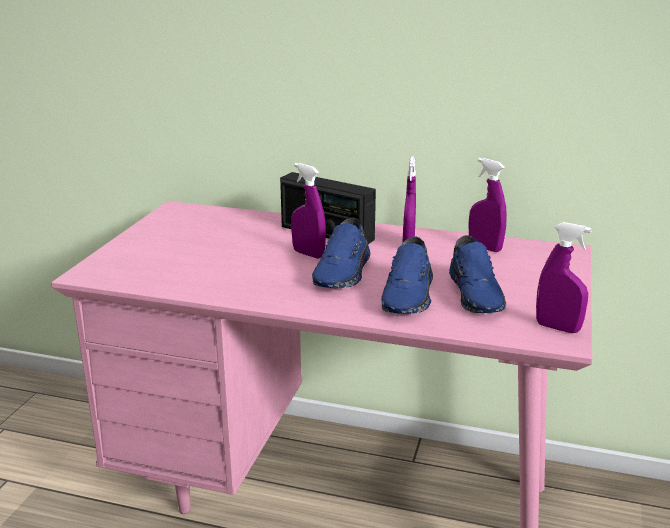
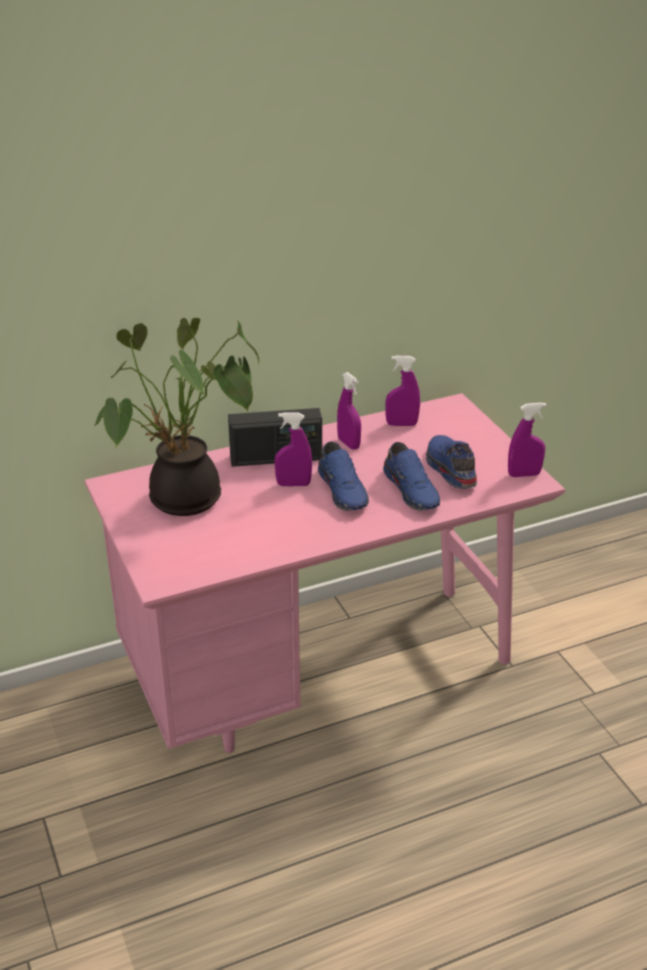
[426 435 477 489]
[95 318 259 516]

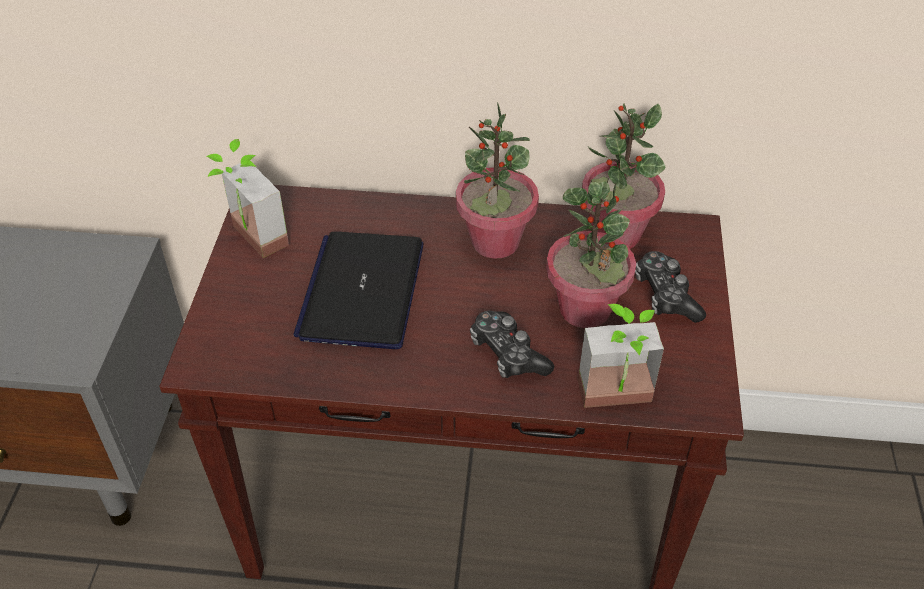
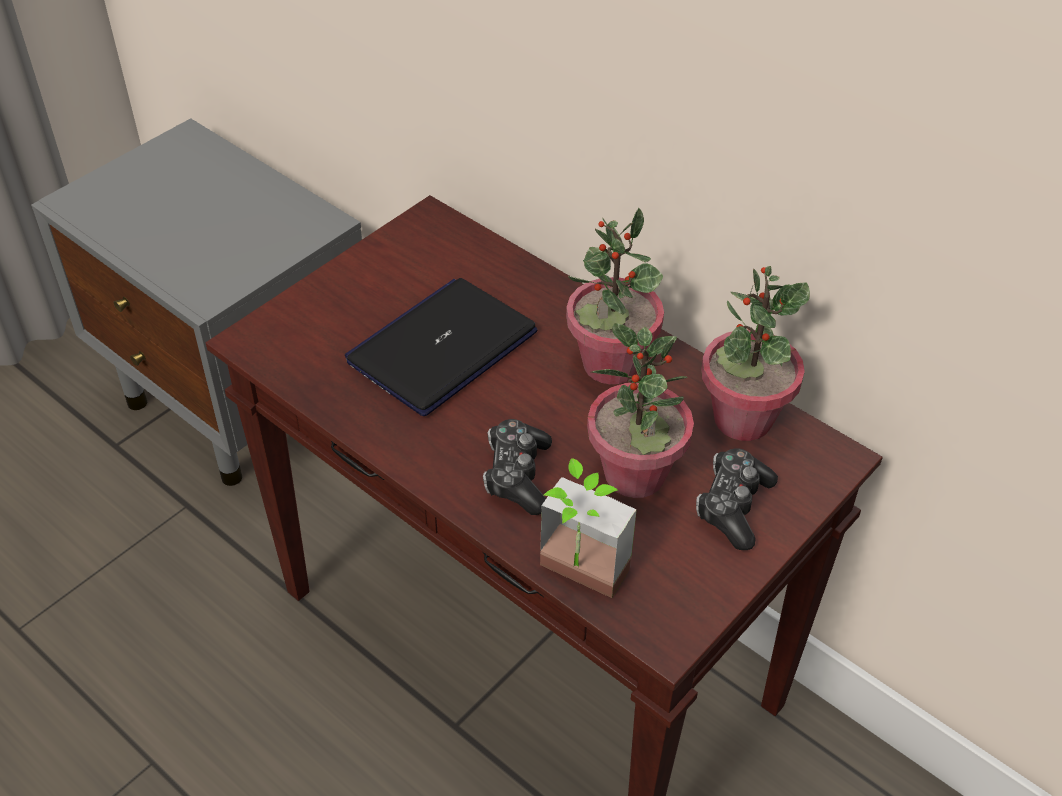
[206 139 289 258] (first image)

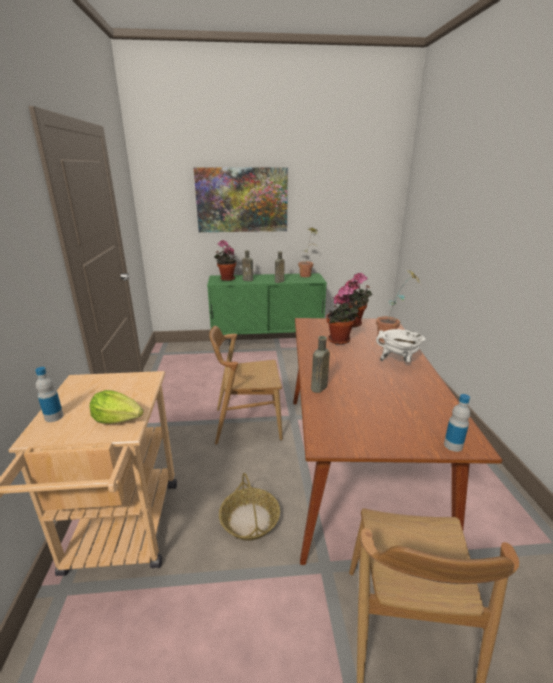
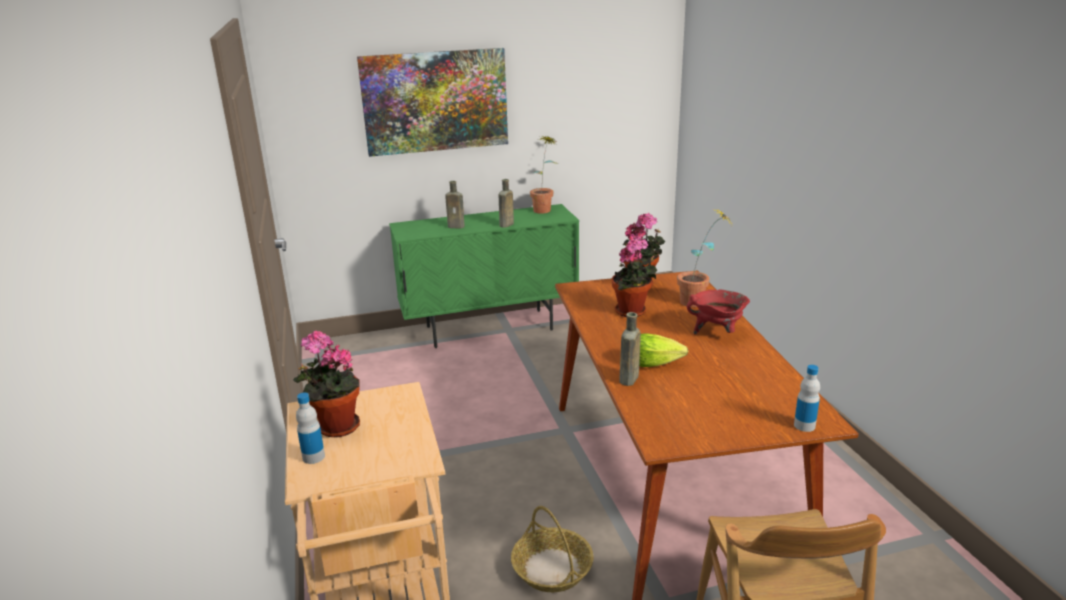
[639 333 688 367]
[209 326 283 444] (first image)
[293 331 360 438]
[687 290 750 334]

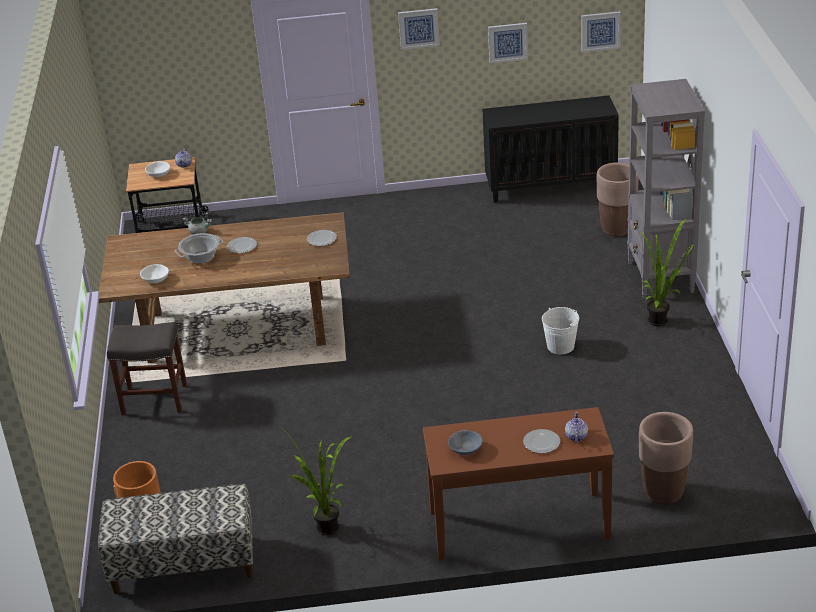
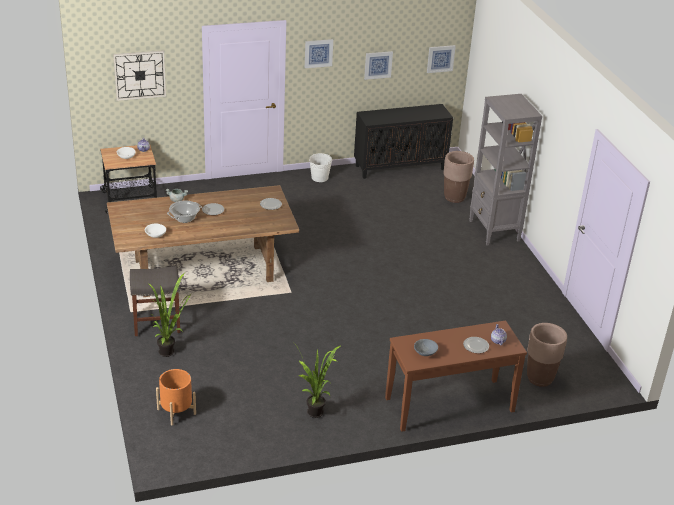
[98 484 253 594] (first image)
[309 153 332 182]
[149 273 192 357]
[113 50 166 101]

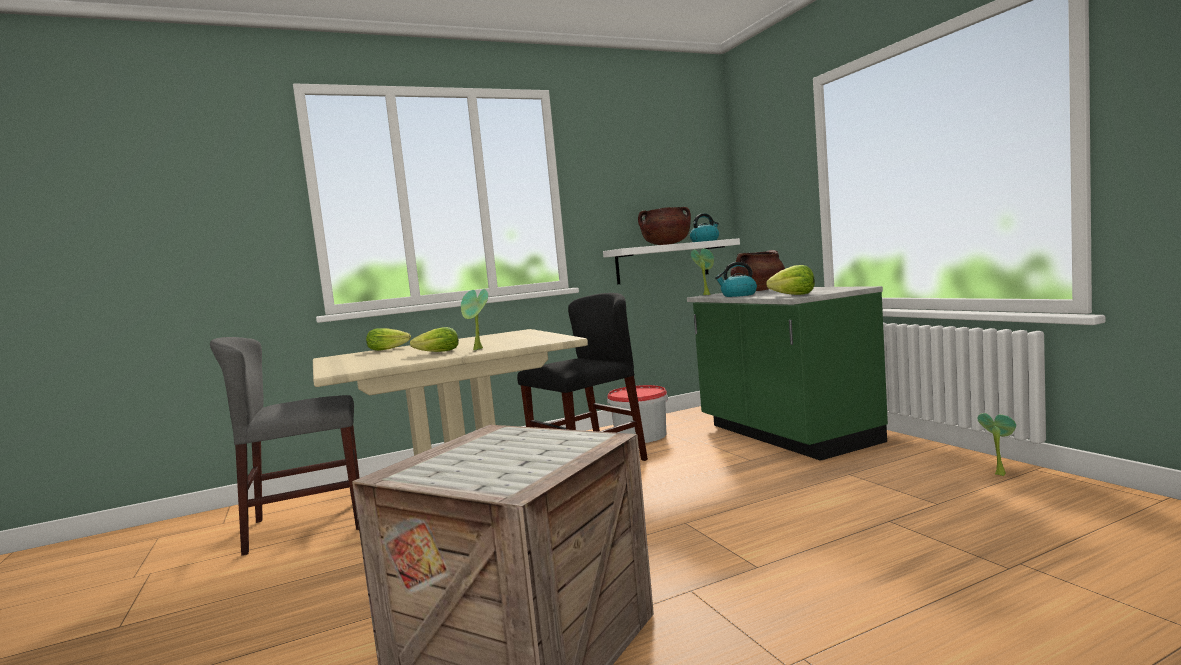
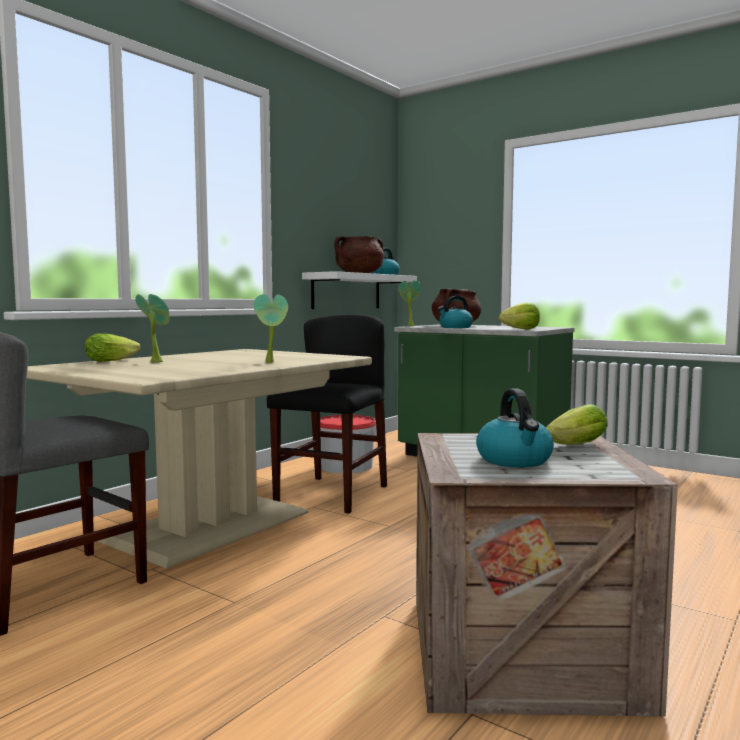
[546 404 608 445]
[135 294 170 363]
[476 389 554 467]

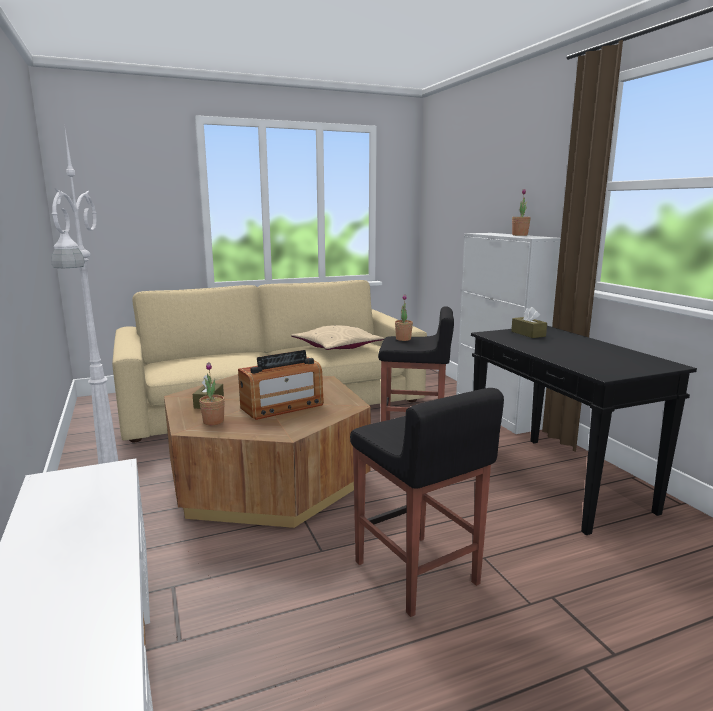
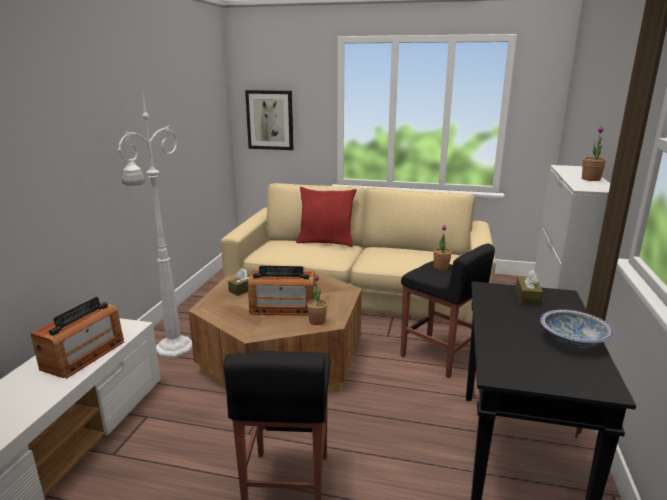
[307 275 327 325]
[291 325 385 350] (first image)
[31 297 124 378]
[245 90 294 150]
[296 187 357 247]
[540 310 614 348]

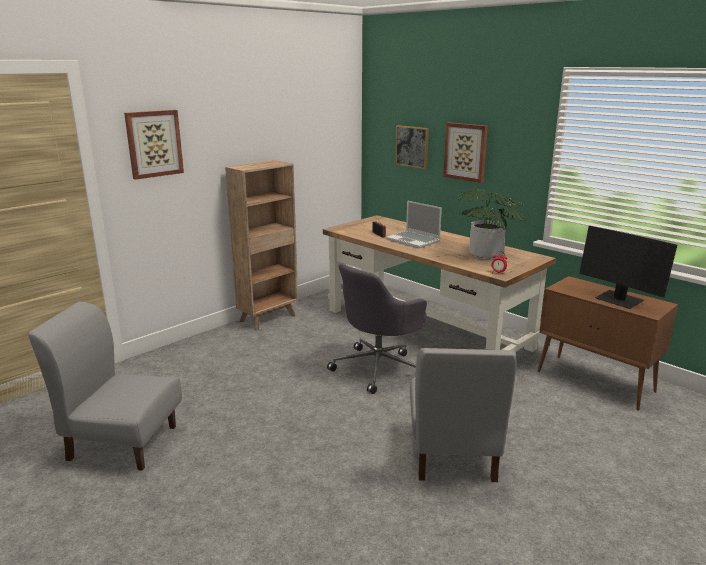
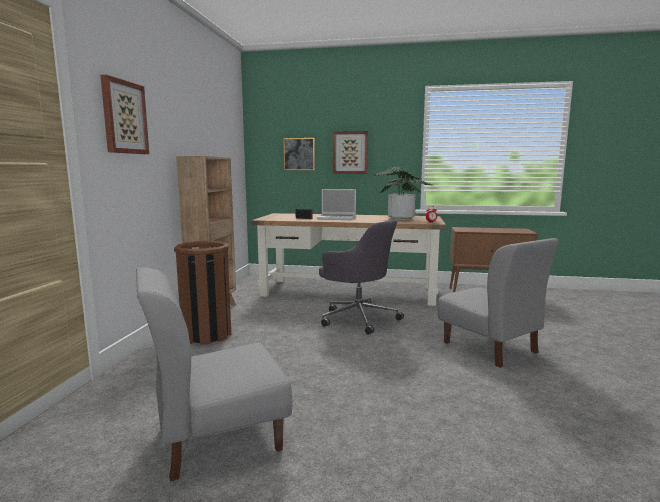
[319 220 404 335]
[579 226 677 309] (first image)
[174 241 231 345]

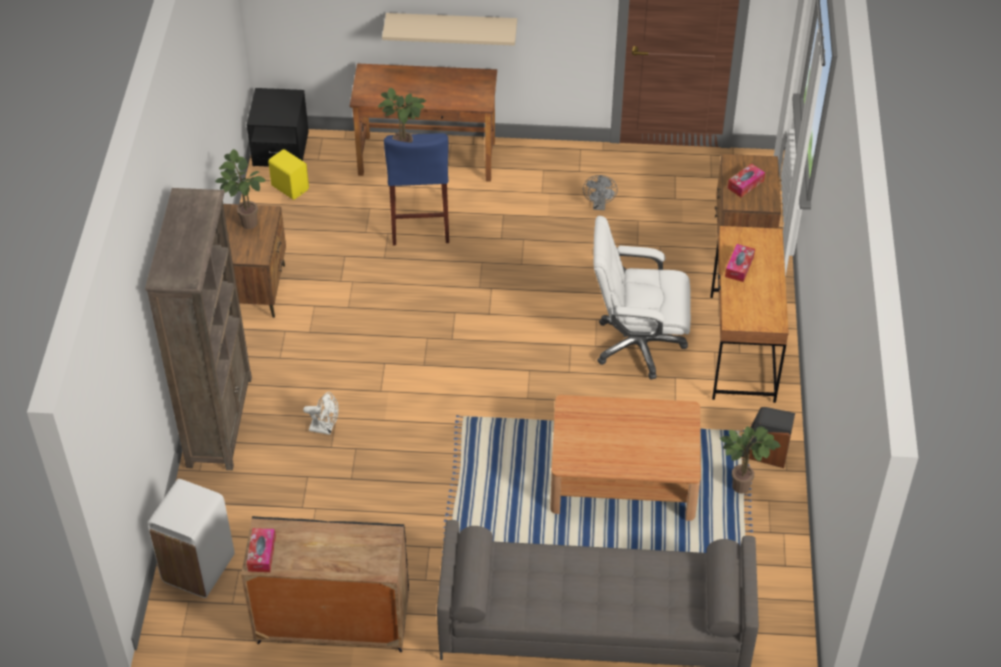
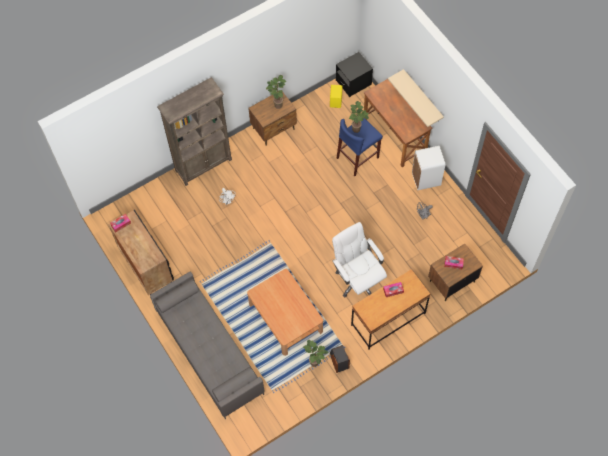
[412 146 445 190]

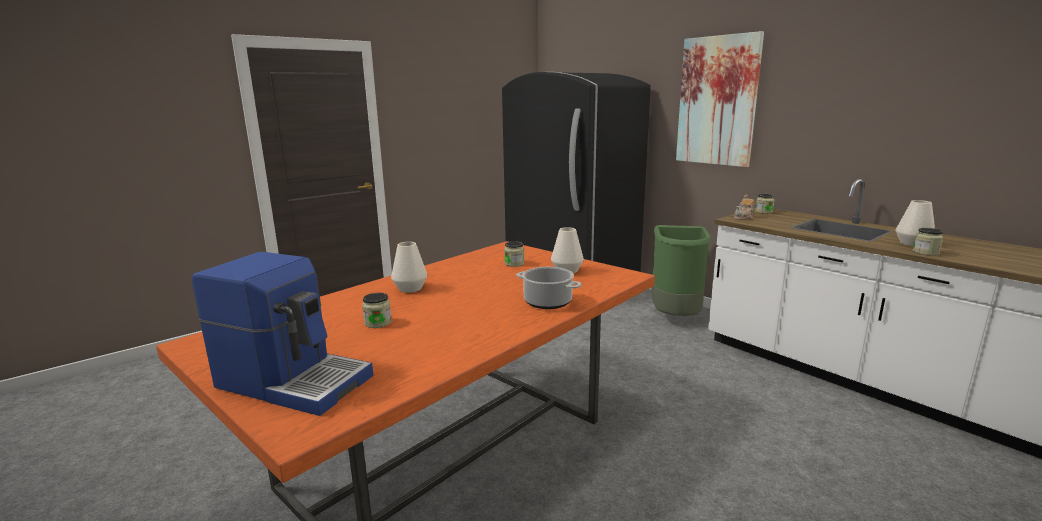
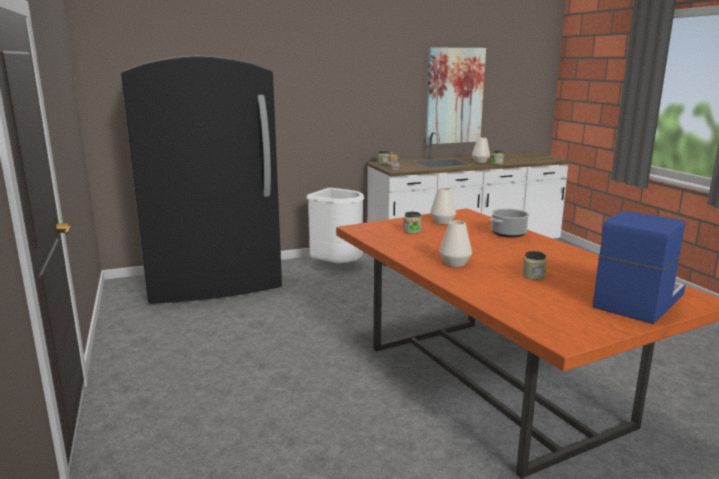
[306 188 364 263]
[426 47 486 144]

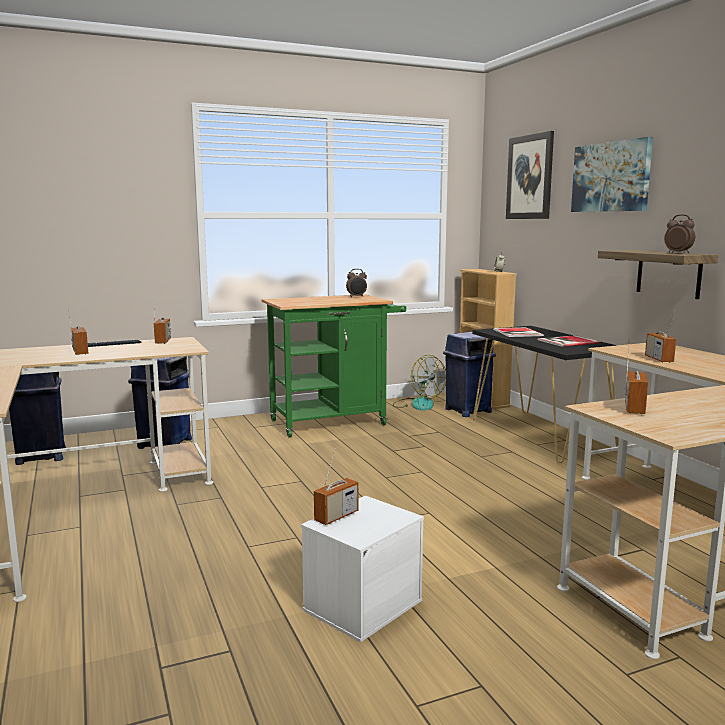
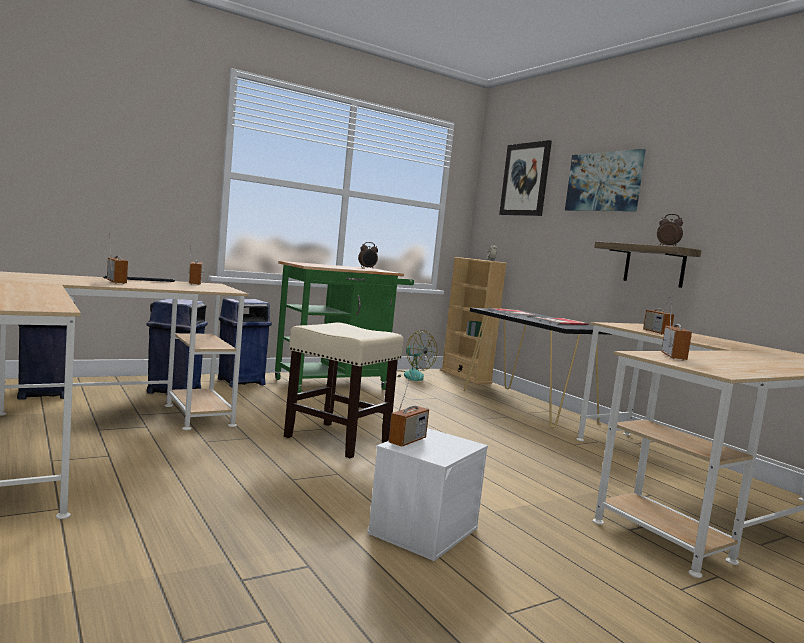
[218 298 272 387]
[284 322 404 458]

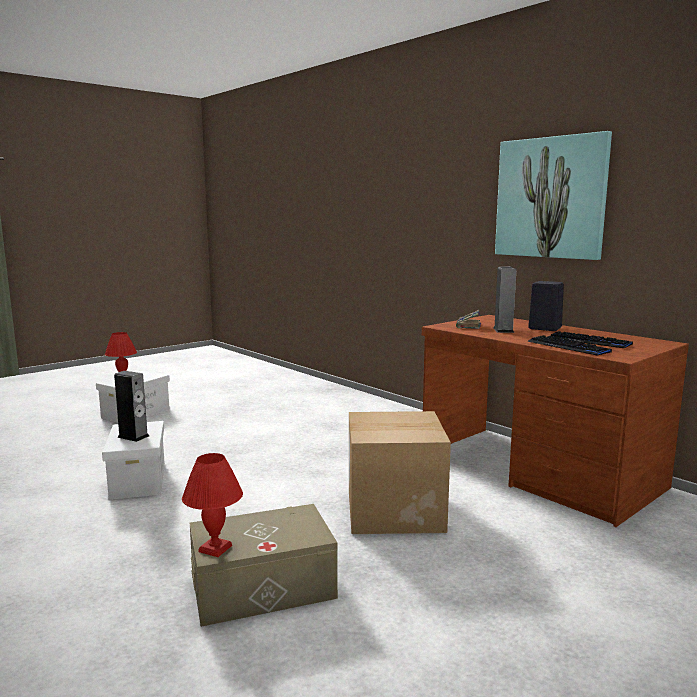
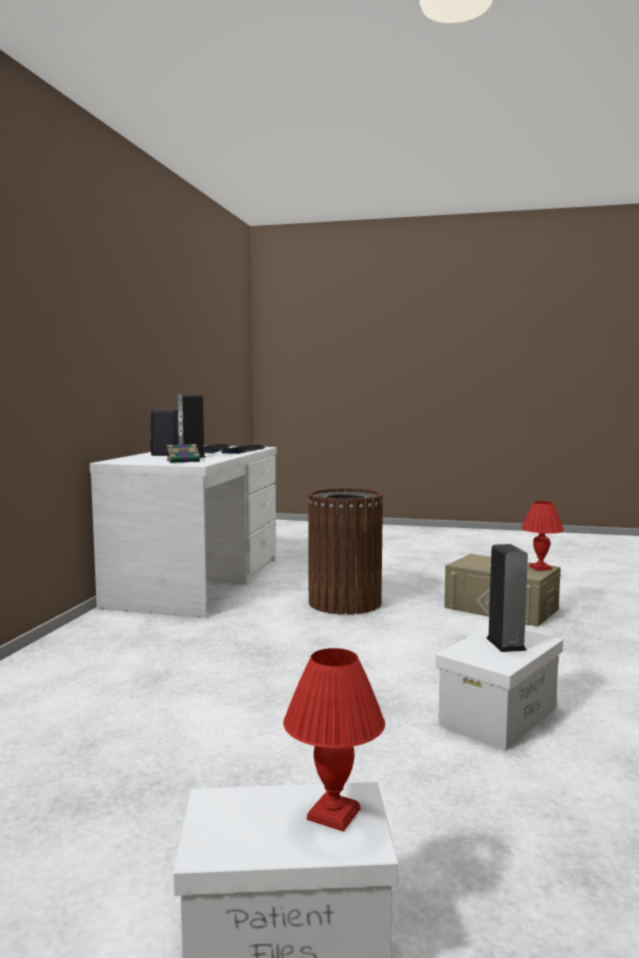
[308 488 383 615]
[90 446 277 617]
[495 131 612 260] (first image)

